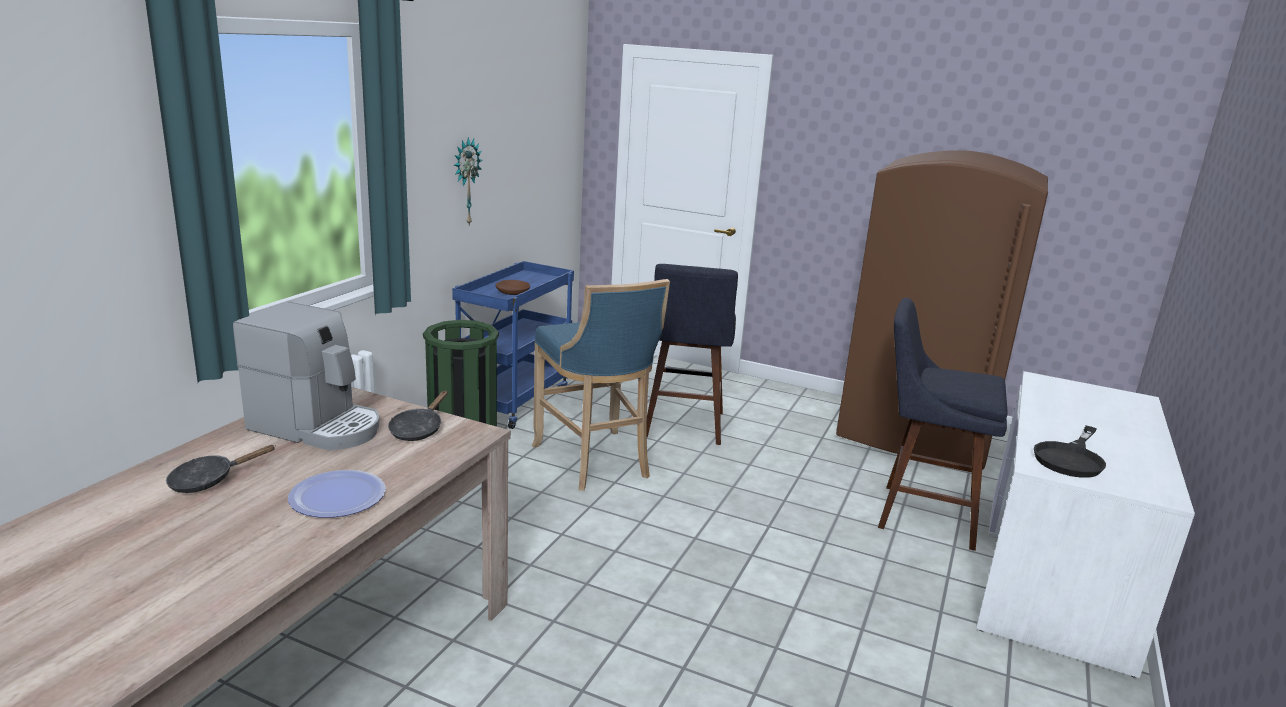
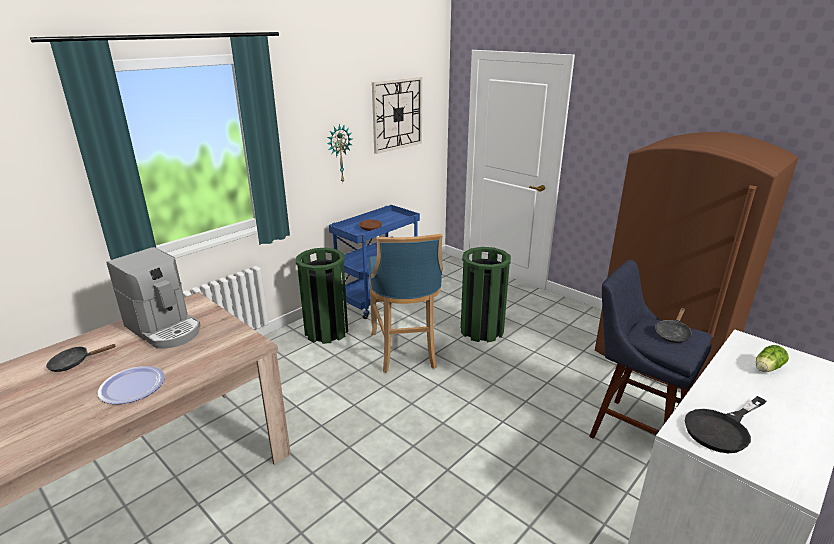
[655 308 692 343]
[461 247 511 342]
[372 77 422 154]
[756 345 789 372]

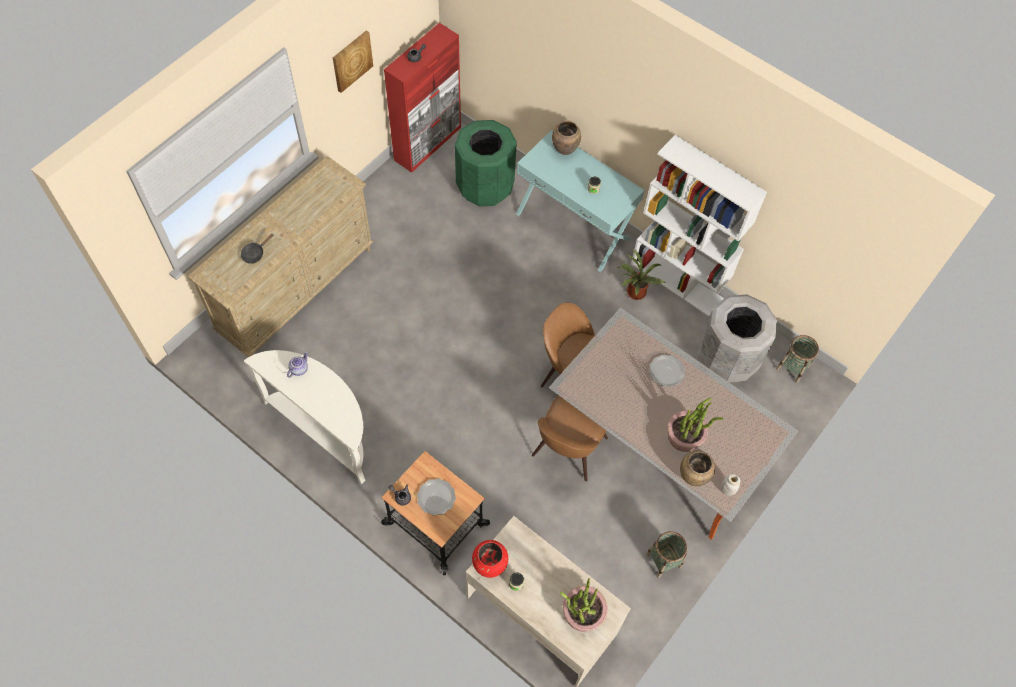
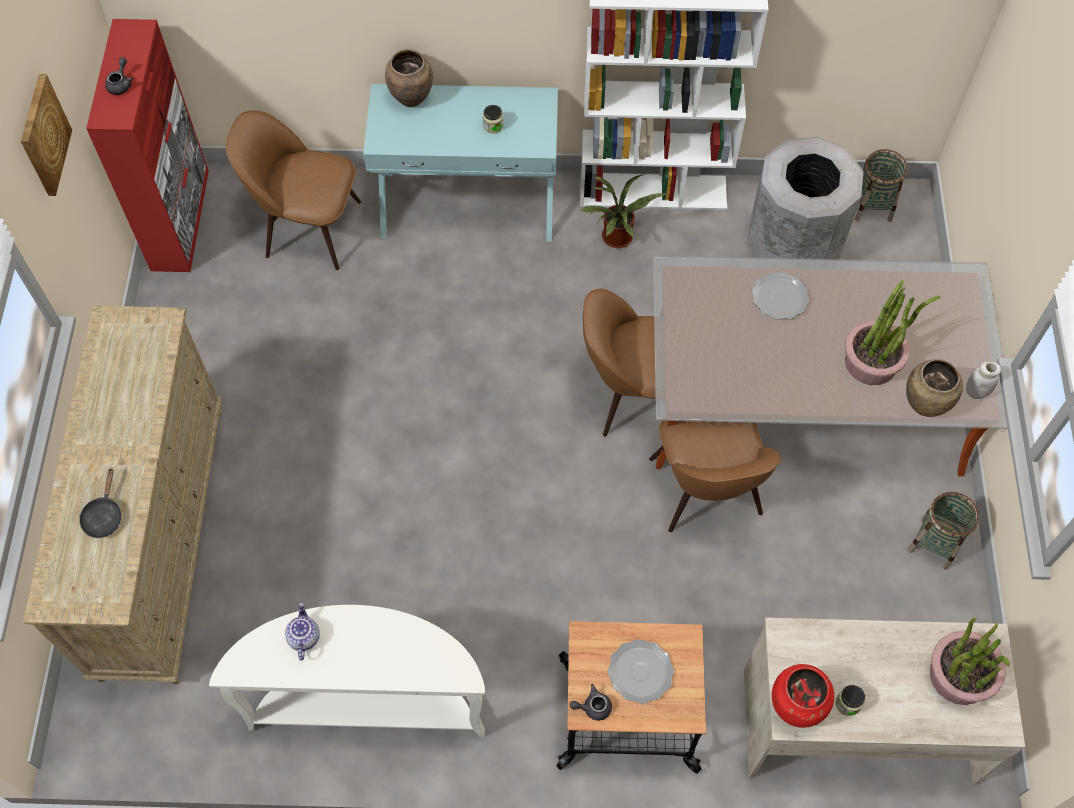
[226 110 361 270]

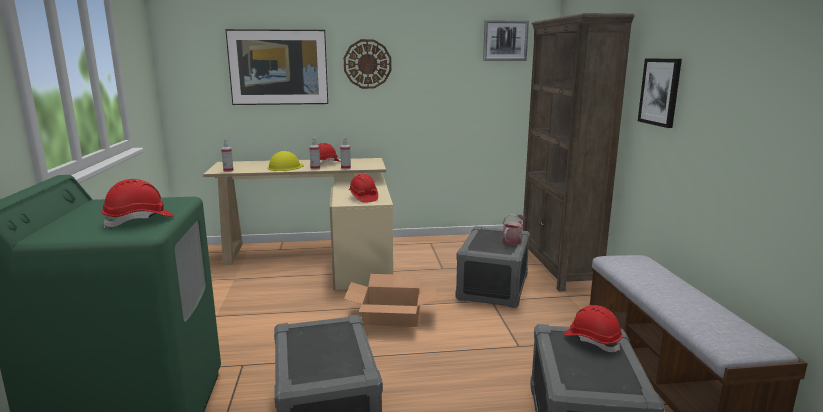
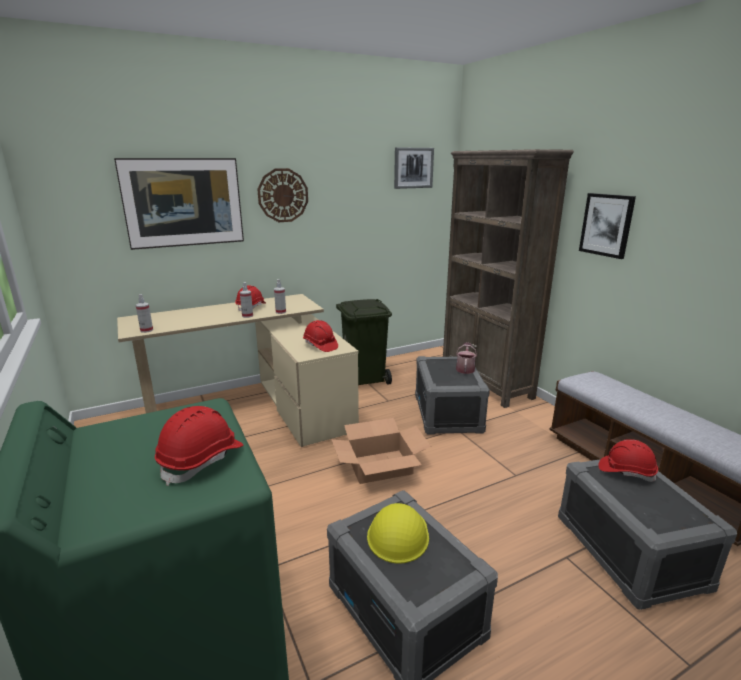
[367 503 429 564]
[336 299 392 385]

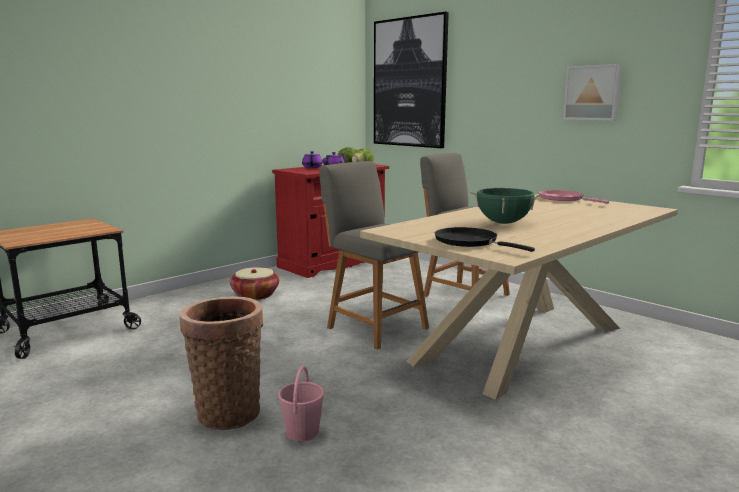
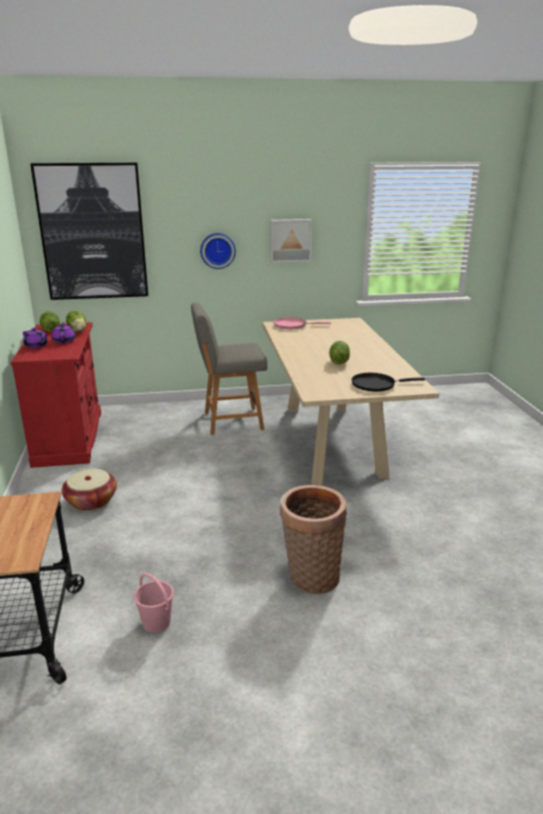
[134 573 174 633]
[319 161 429 350] (first image)
[329 341 350 364]
[200 233 236 269]

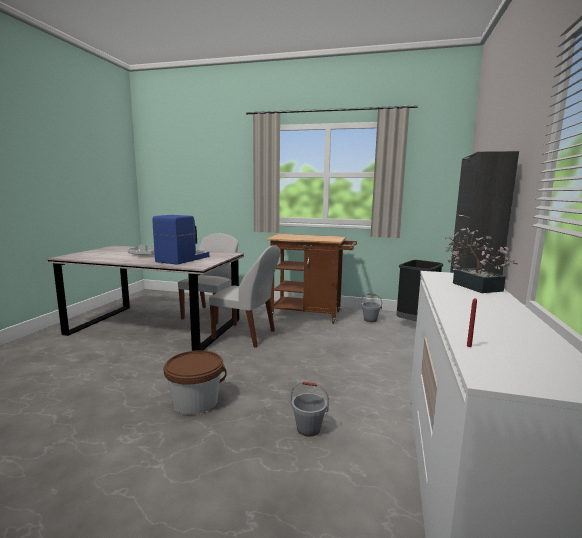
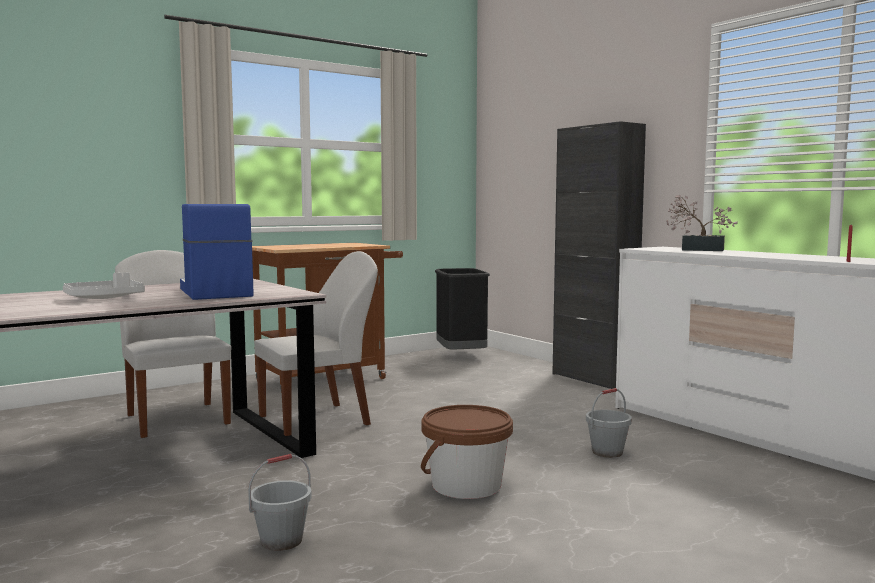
[248 454 312 551]

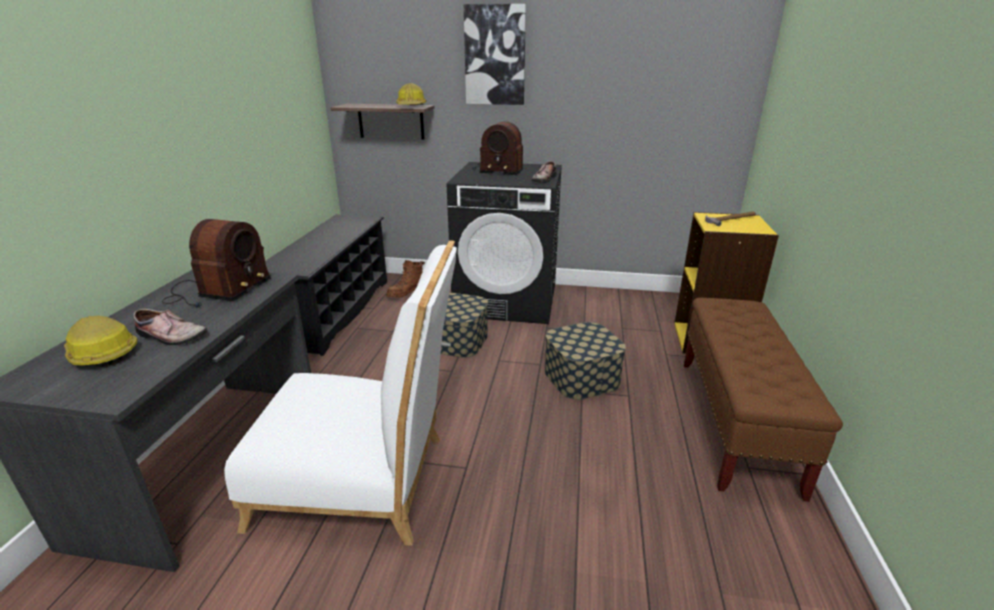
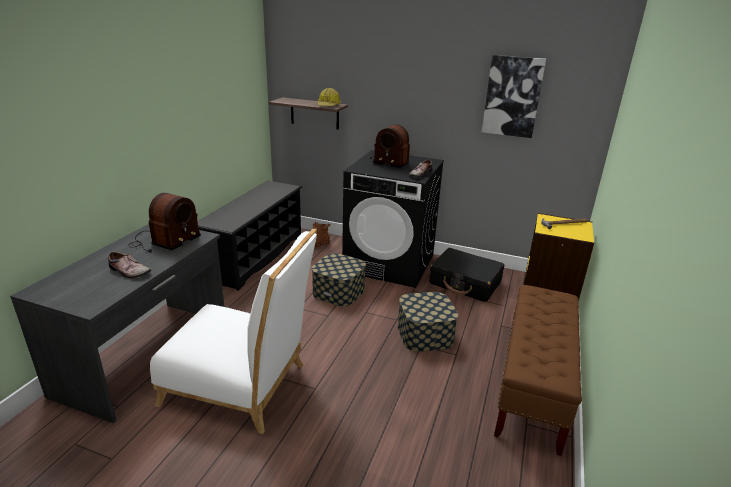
[64 316 138 367] (first image)
[482 55 546 138]
[429 248 504 302]

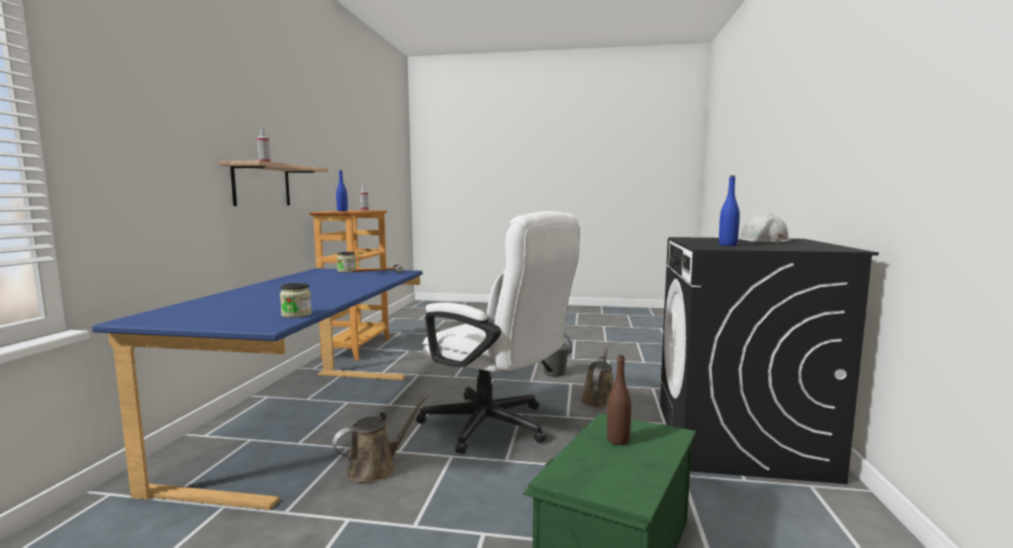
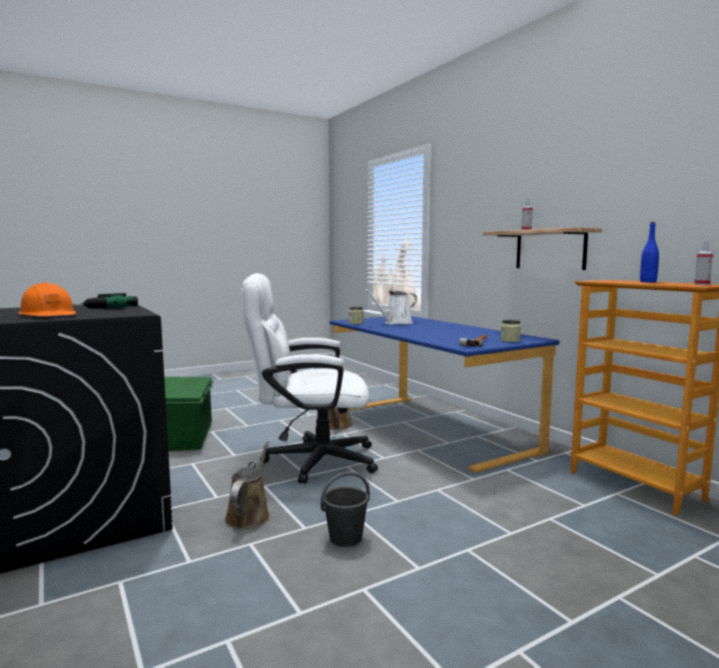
[225 442 270 529]
[607 355 631 445] (first image)
[72 293 138 308]
[18 283 76 316]
[364 288 417 324]

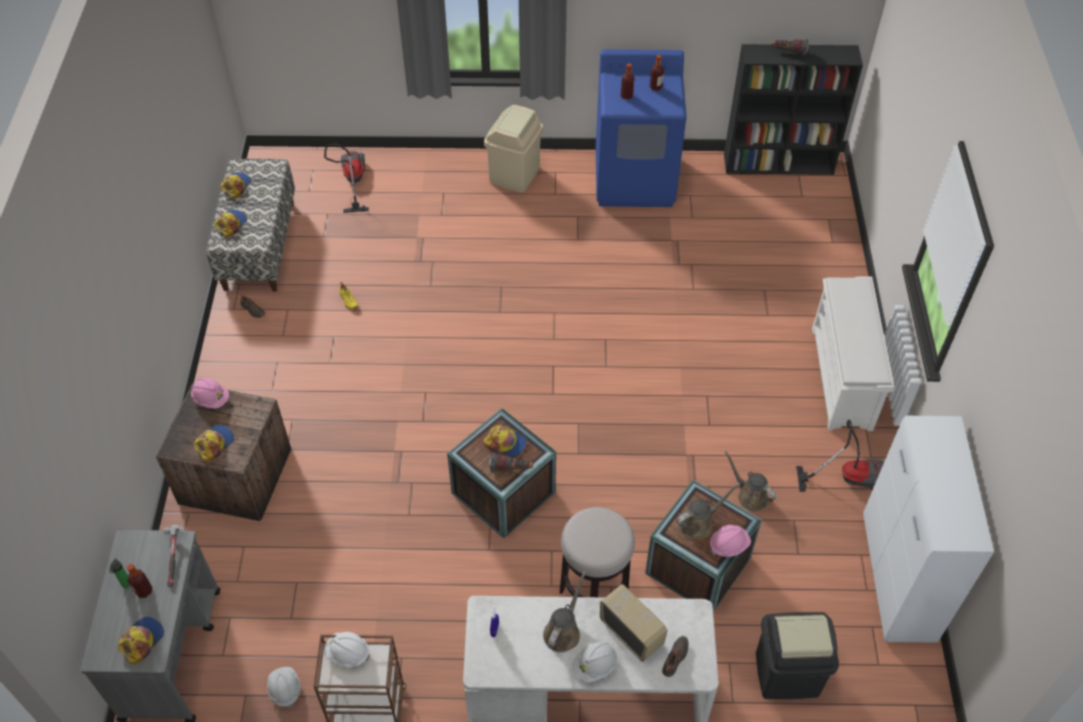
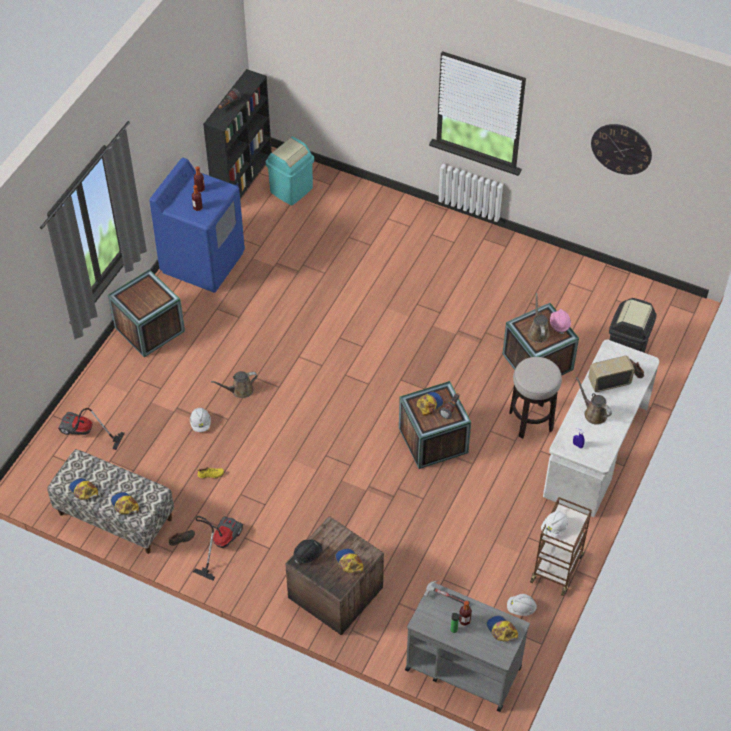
[293 539 323 564]
[108 269 185 357]
[190 408 211 432]
[211 371 257 398]
[193 516 244 581]
[812 276 894 431] (first image)
[863 416 994 643] (first image)
[266 137 314 205]
[591 124 652 175]

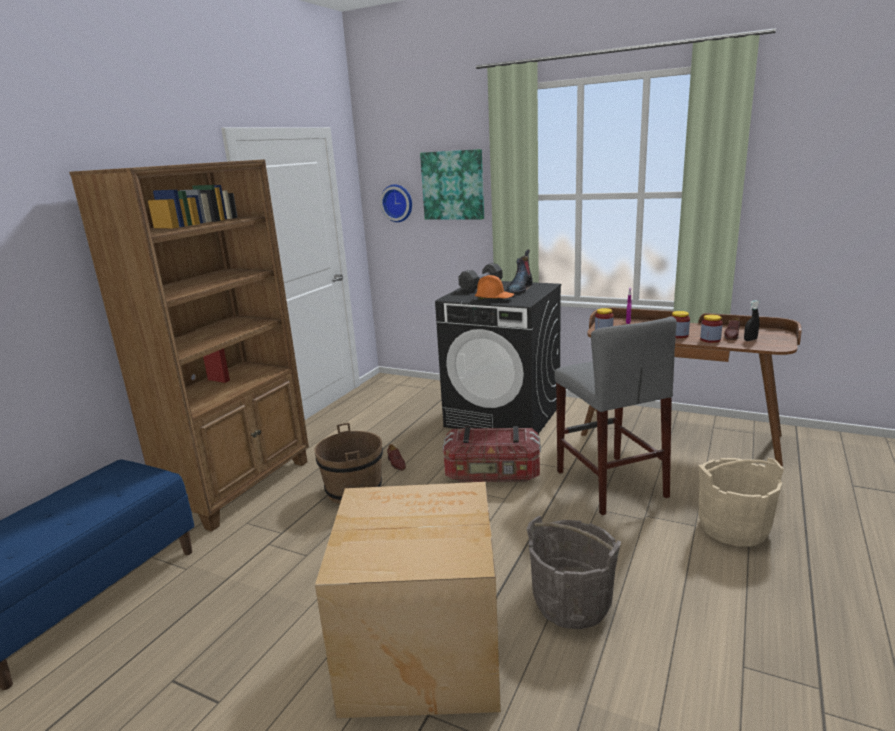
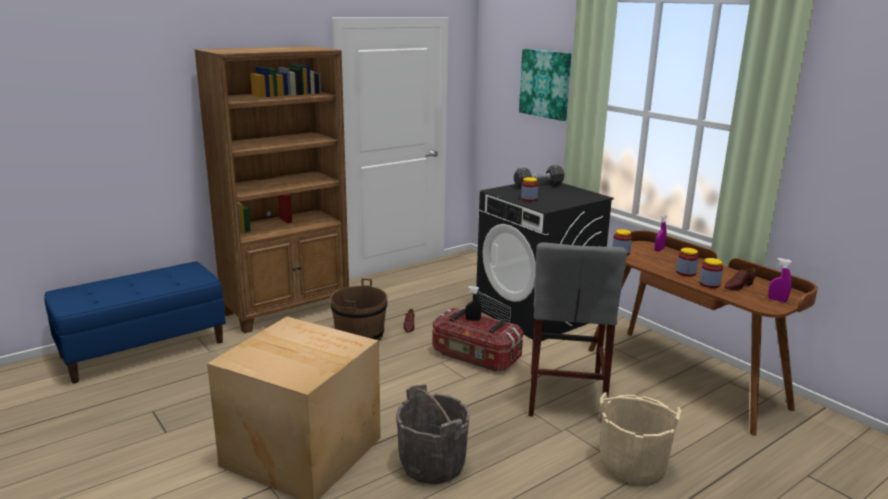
[380 184 412 222] (first image)
[521 177 538 202]
[506 250 533 293] (first image)
[465 286 482 321]
[768 258 792 302]

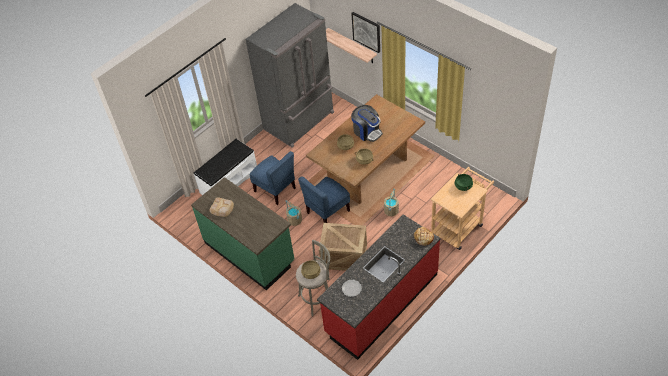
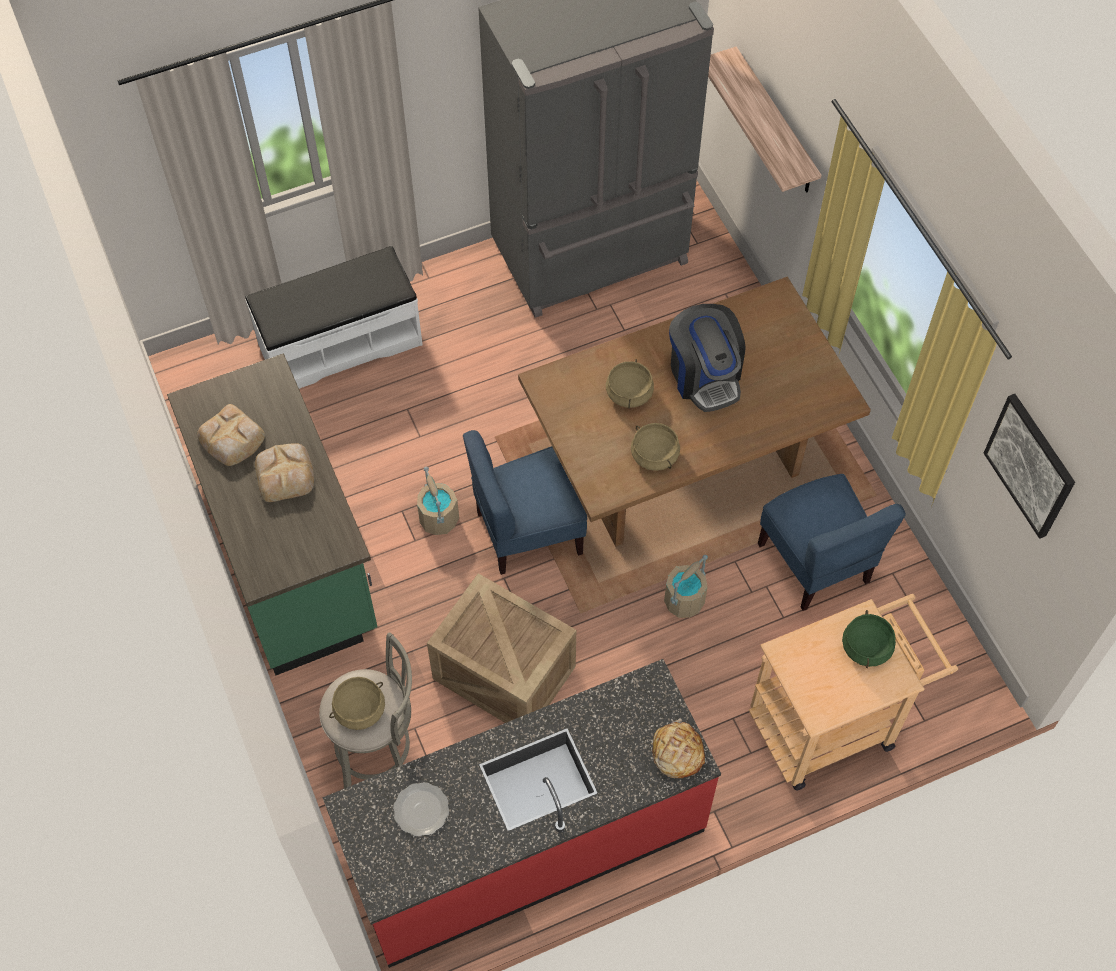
[758 474 906 611]
[984 394 1075 539]
[255 443 314 502]

